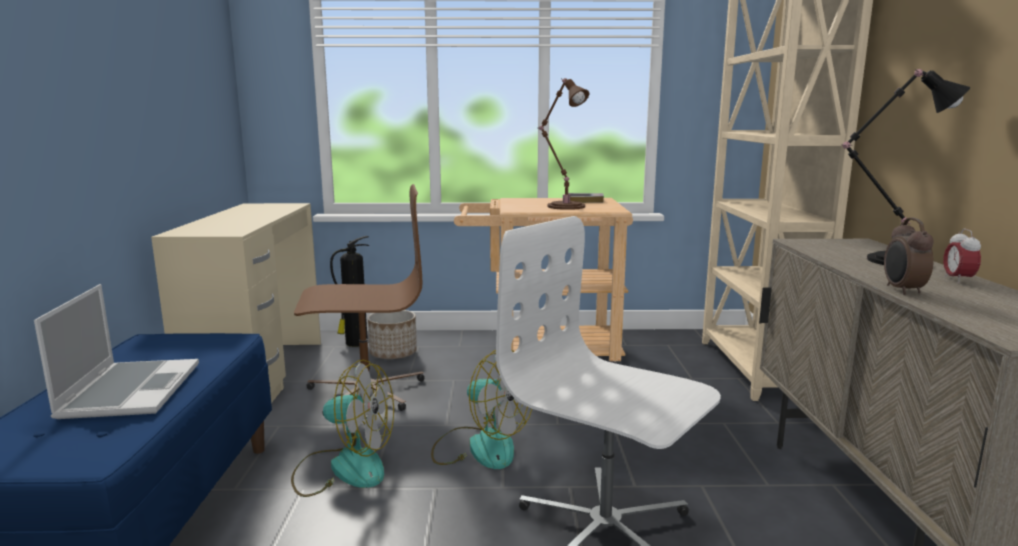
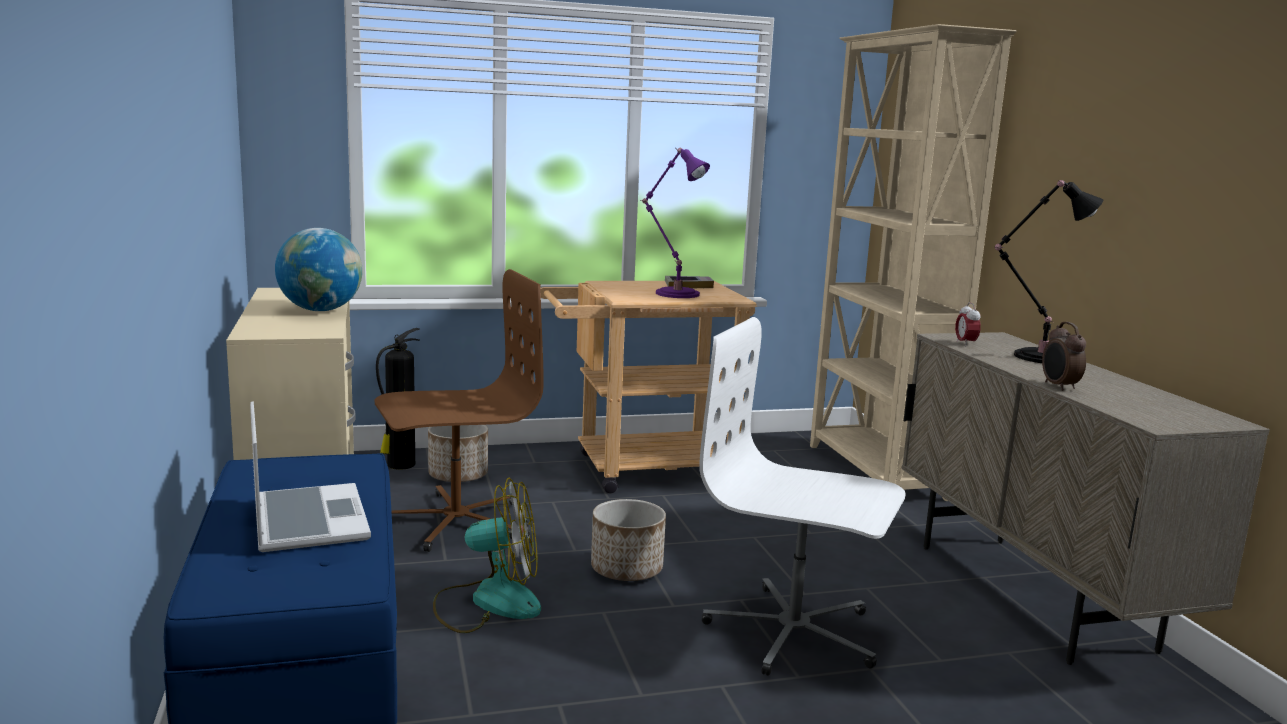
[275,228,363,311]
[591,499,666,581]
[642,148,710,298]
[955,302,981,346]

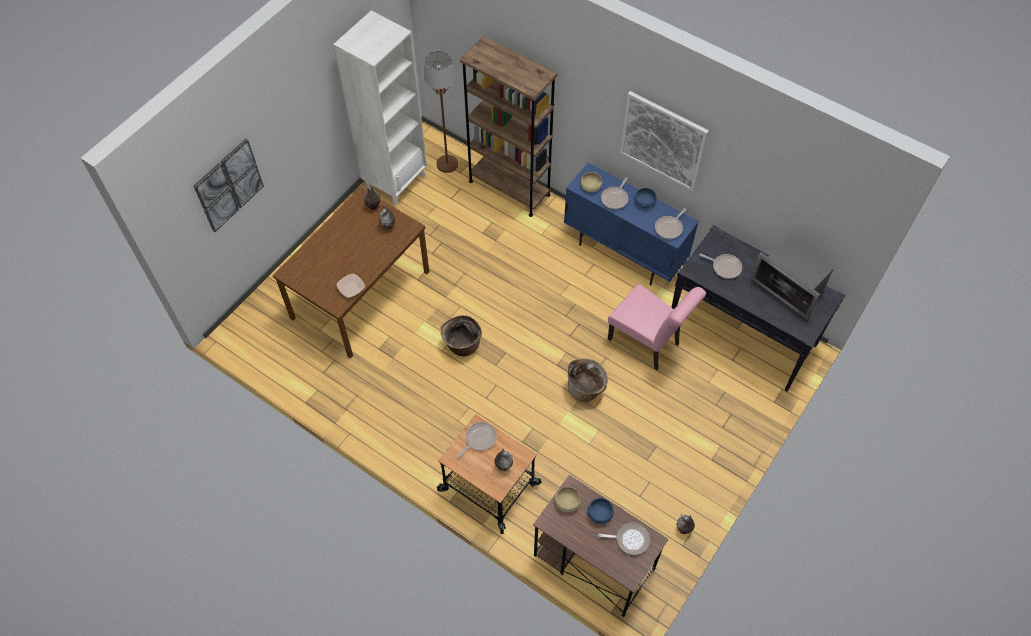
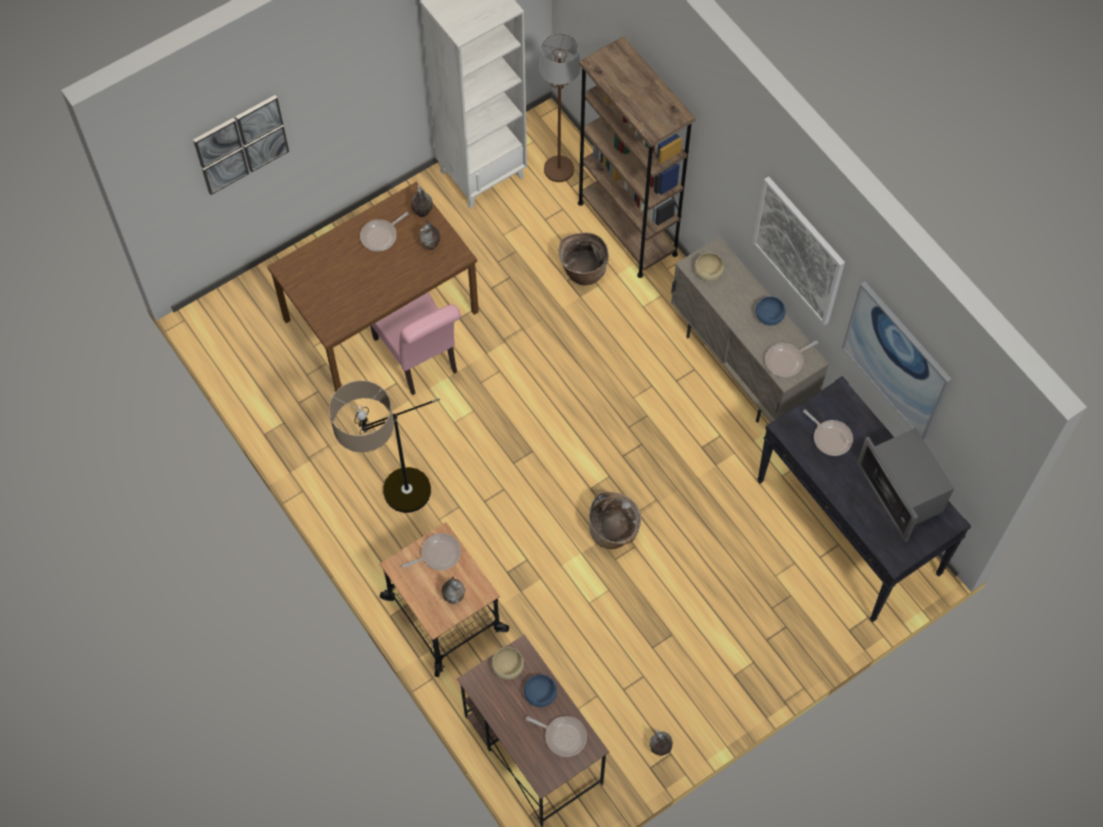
[329,380,440,513]
[360,212,408,252]
[370,292,461,395]
[558,233,609,286]
[671,237,829,423]
[842,281,952,440]
[336,274,365,298] (first image)

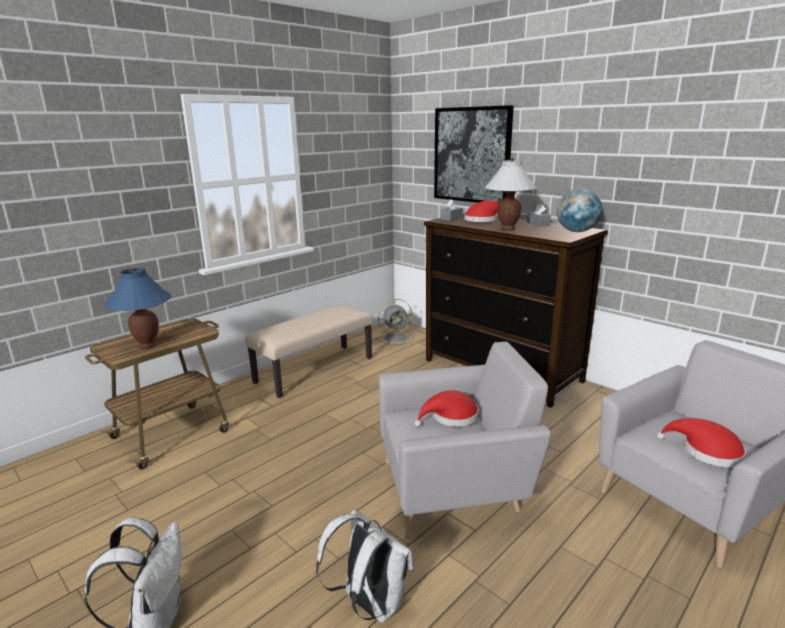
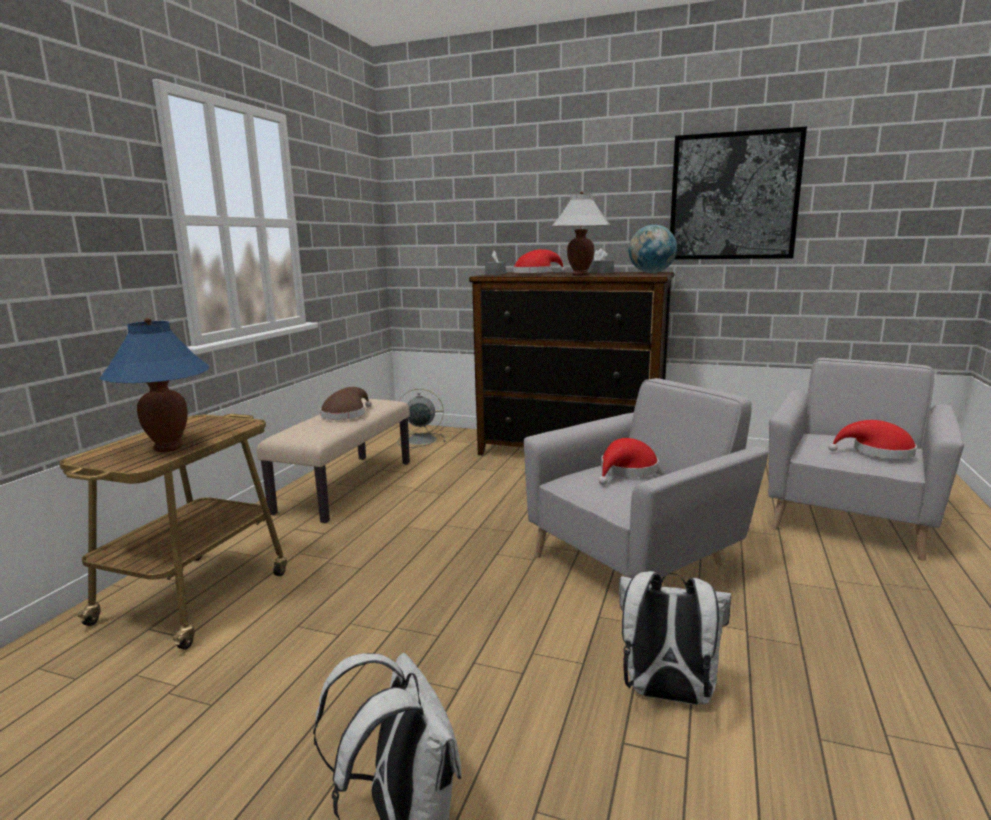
[320,387,372,420]
[398,388,445,448]
[670,126,807,259]

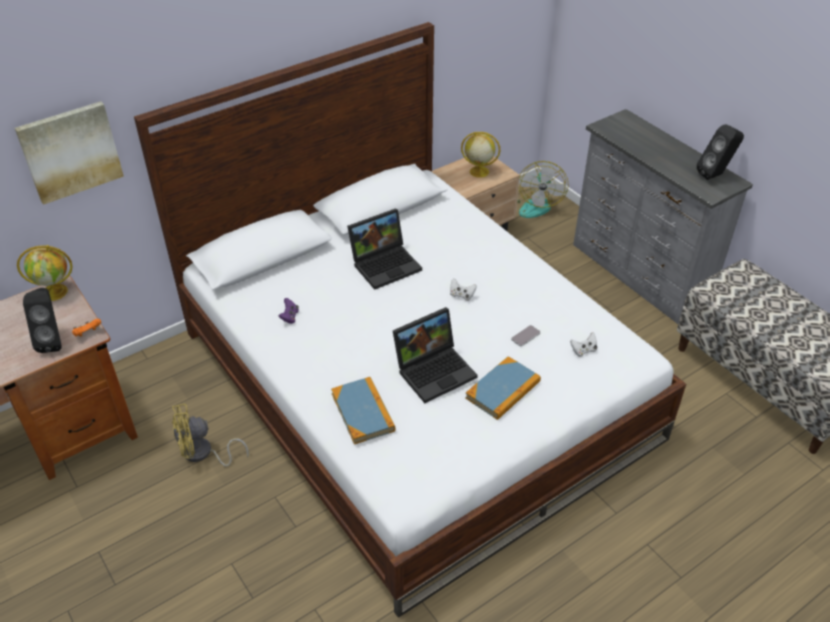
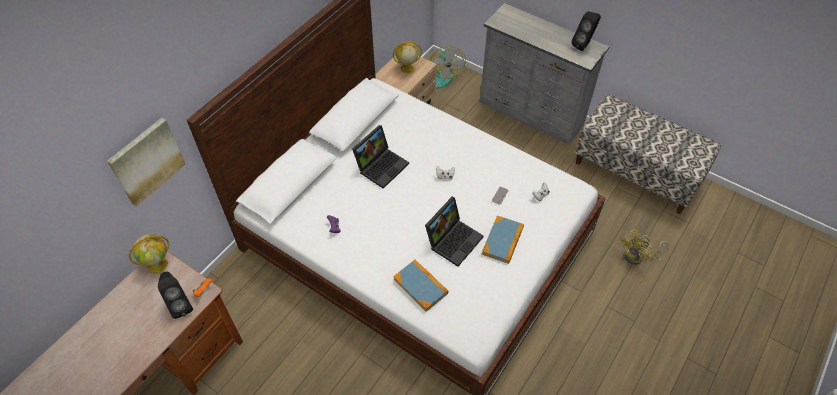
[618,229,668,265]

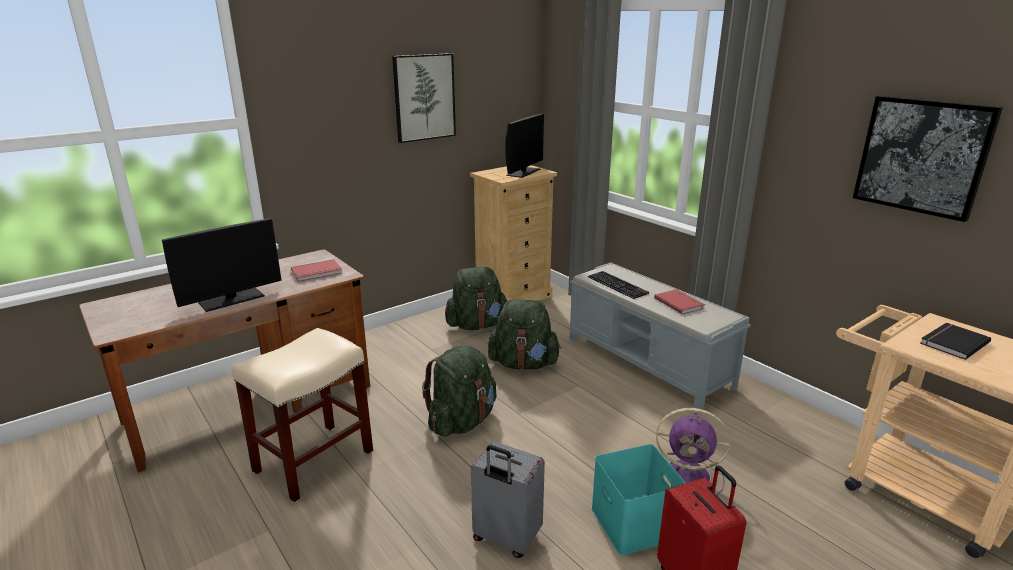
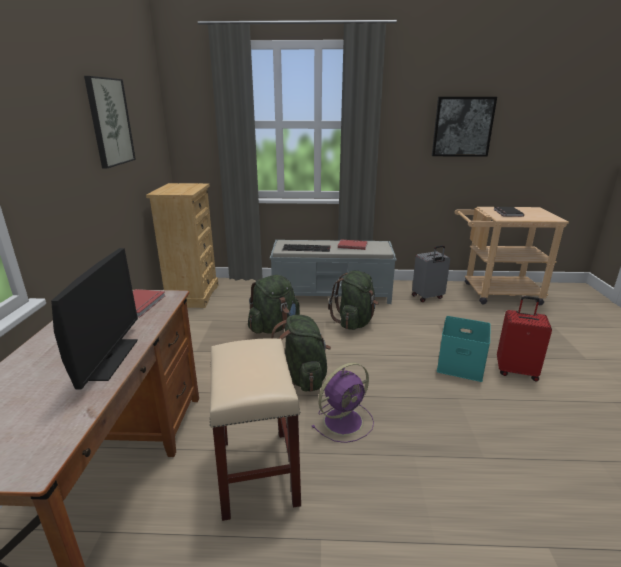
[311,363,374,443]
[328,271,379,330]
[412,245,450,302]
[506,114,544,178] (first image)

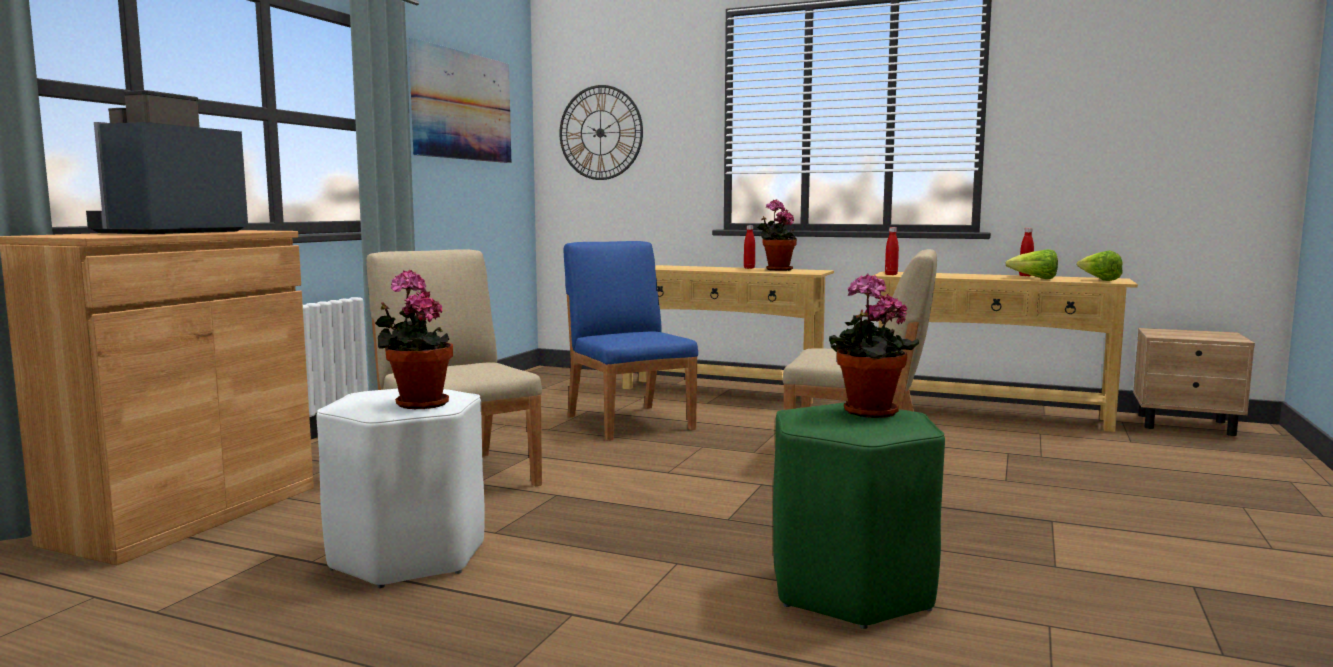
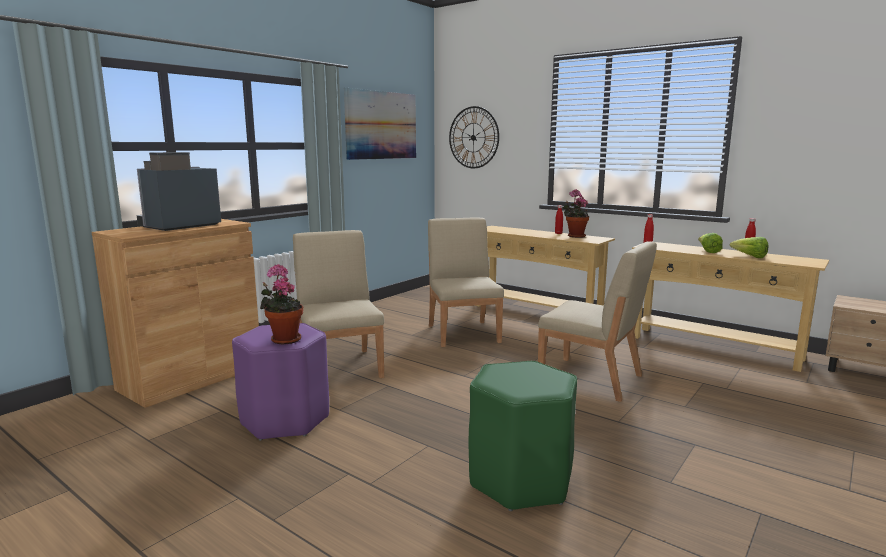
[232,323,329,441]
[428,217,504,347]
[698,233,723,253]
[829,273,919,418] (first image)

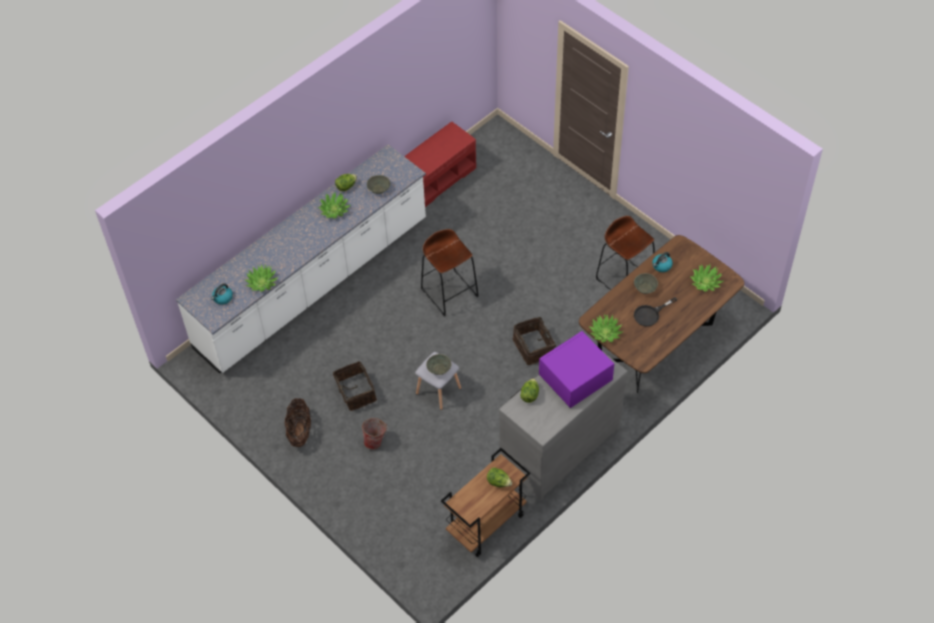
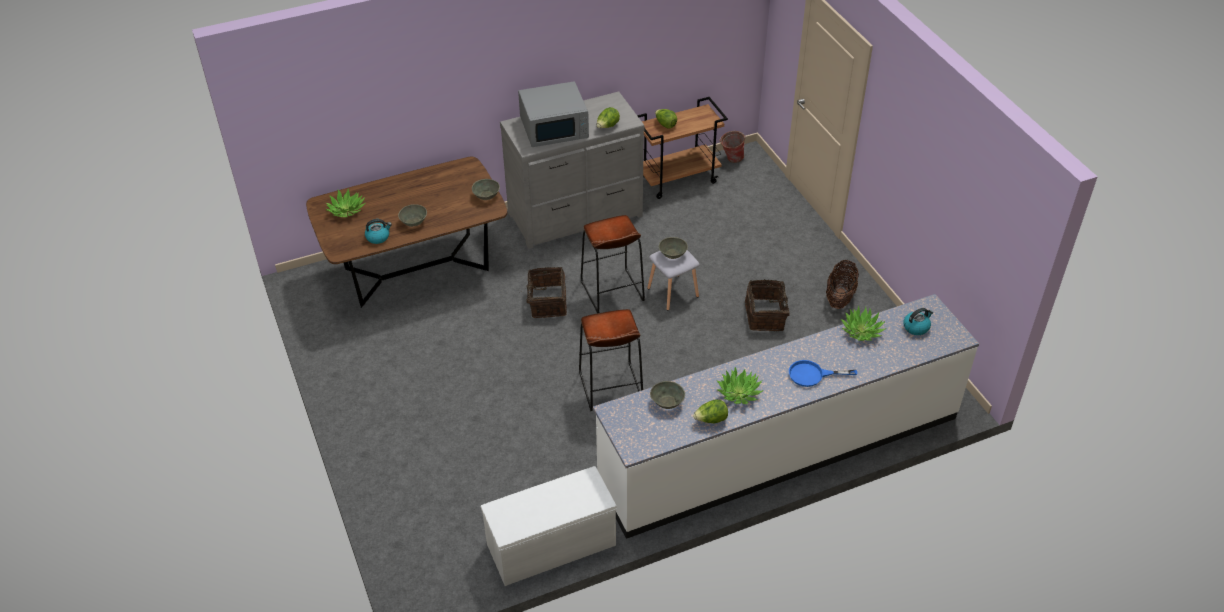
[472,179,500,200]
[481,466,617,586]
[518,81,589,147]
[581,215,645,313]
[719,131,746,163]
[789,360,857,387]
[634,297,677,327] (first image)

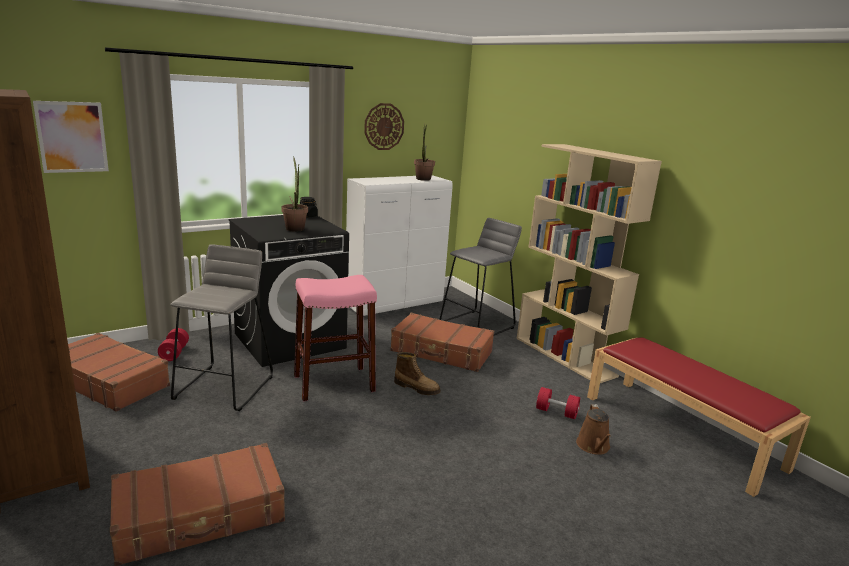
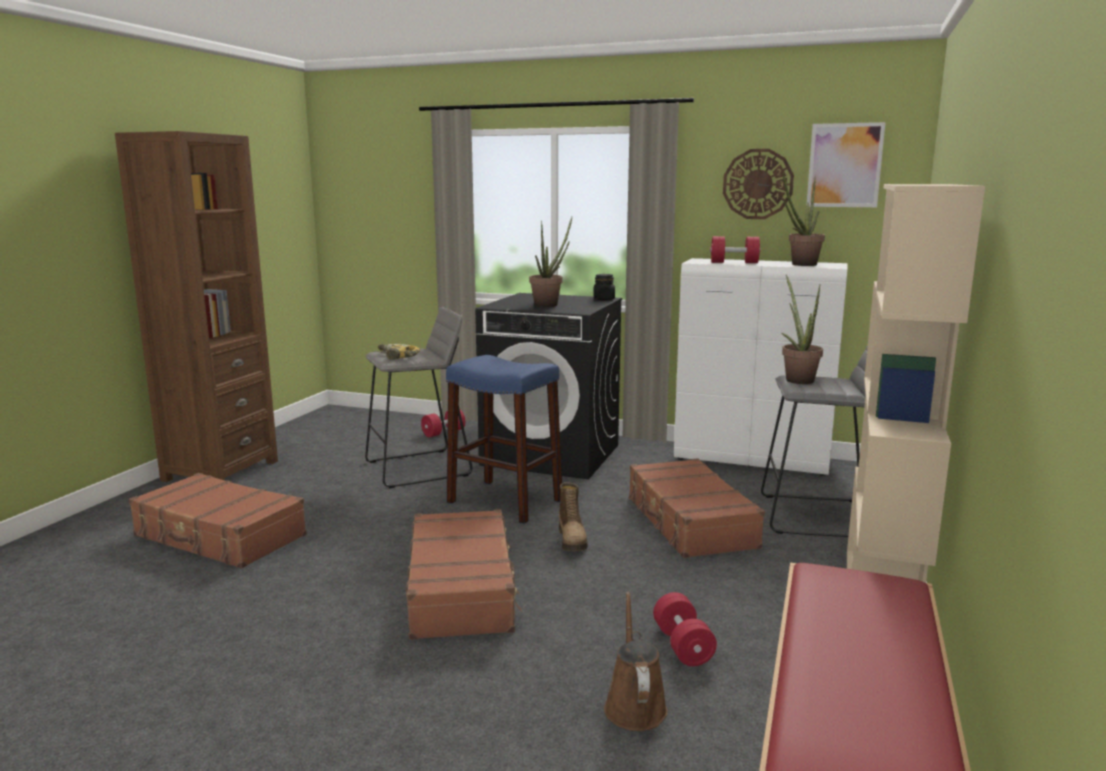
[373,344,420,360]
[406,509,522,640]
[446,355,562,524]
[604,592,668,731]
[710,236,761,263]
[781,275,823,384]
[806,122,886,207]

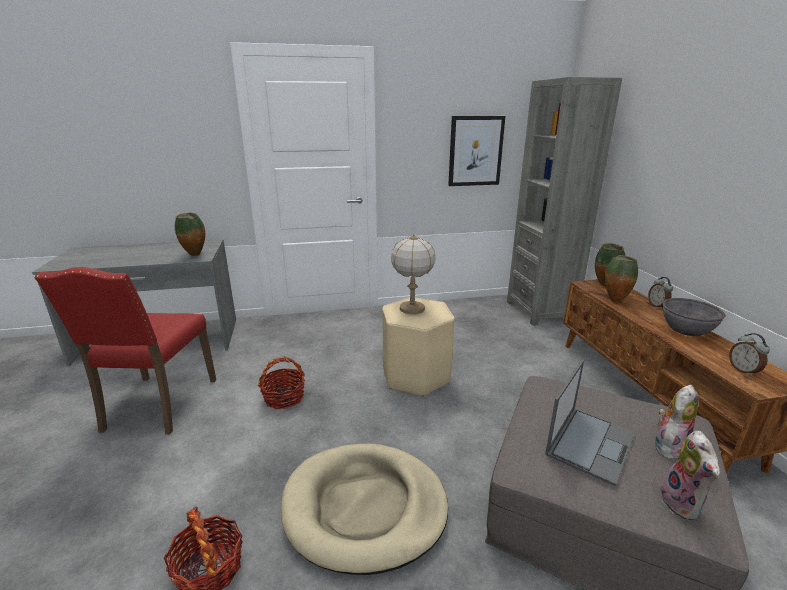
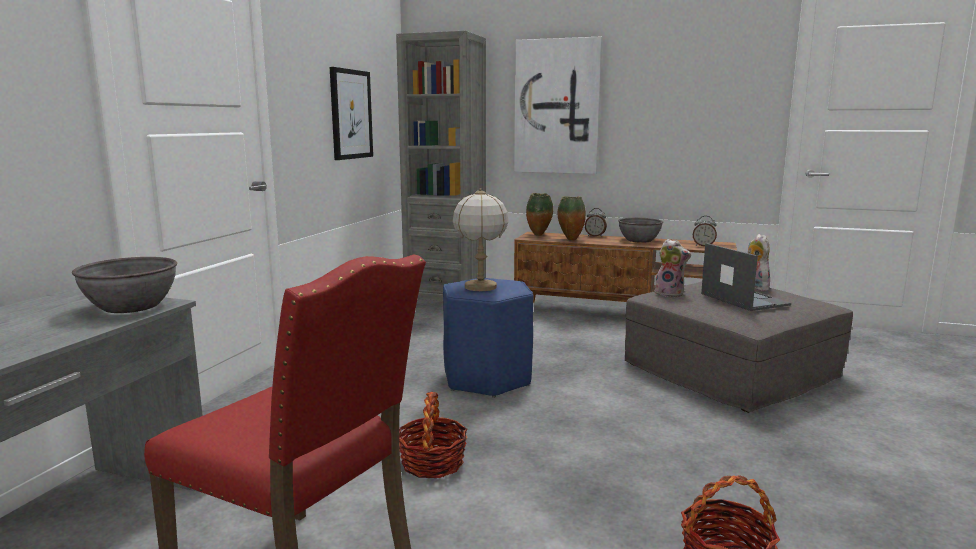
[72,257,177,313]
[443,278,533,398]
[514,36,602,174]
[654,239,691,297]
[281,444,448,575] (first image)

